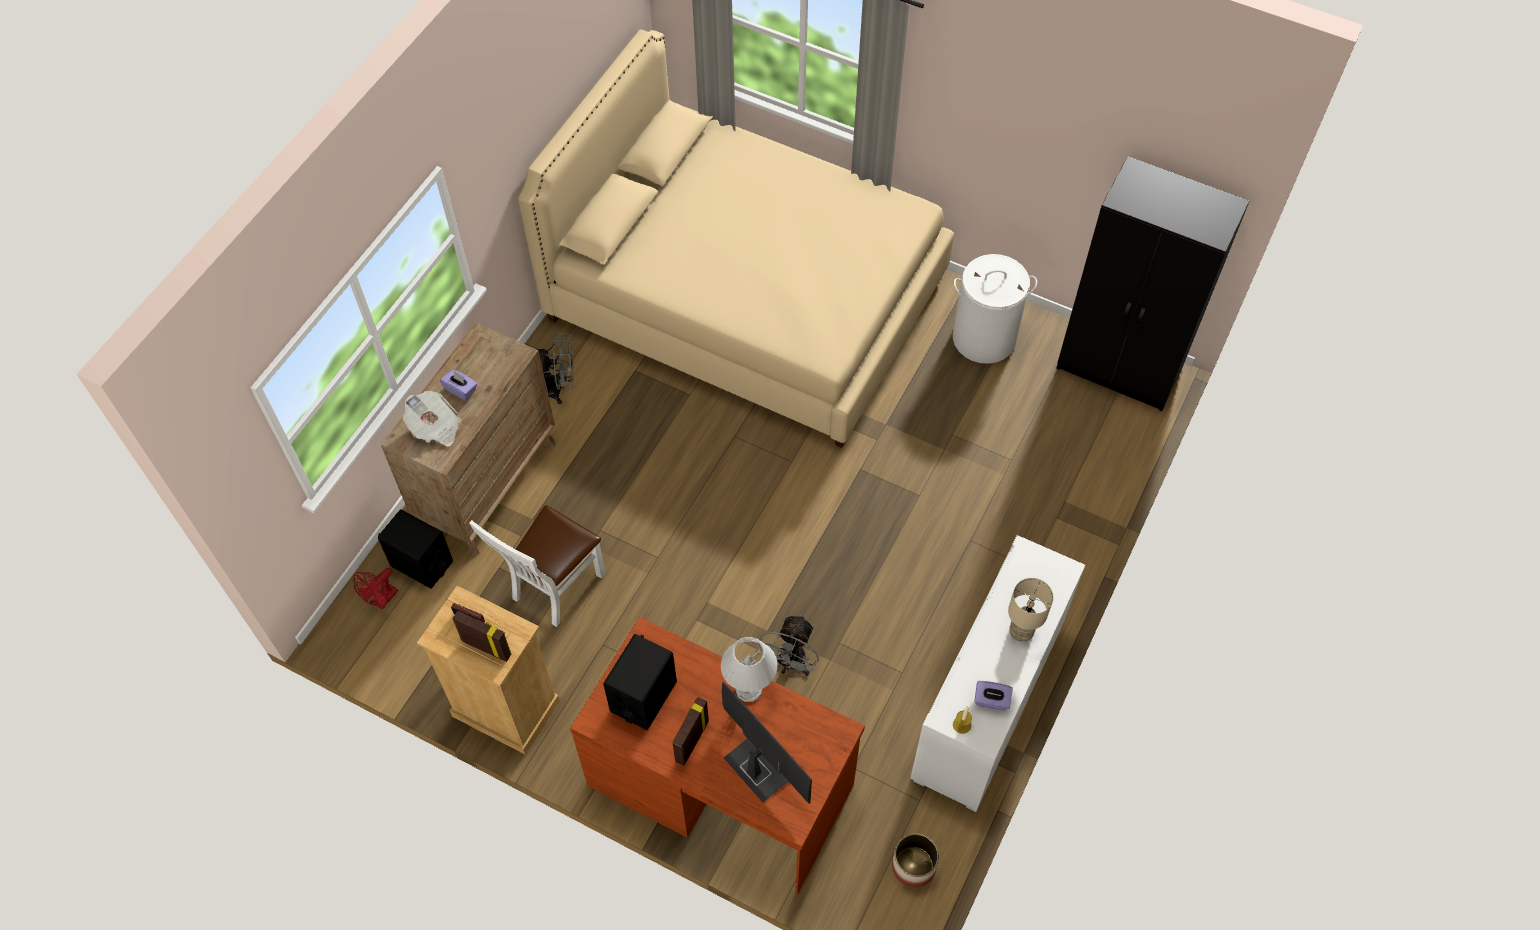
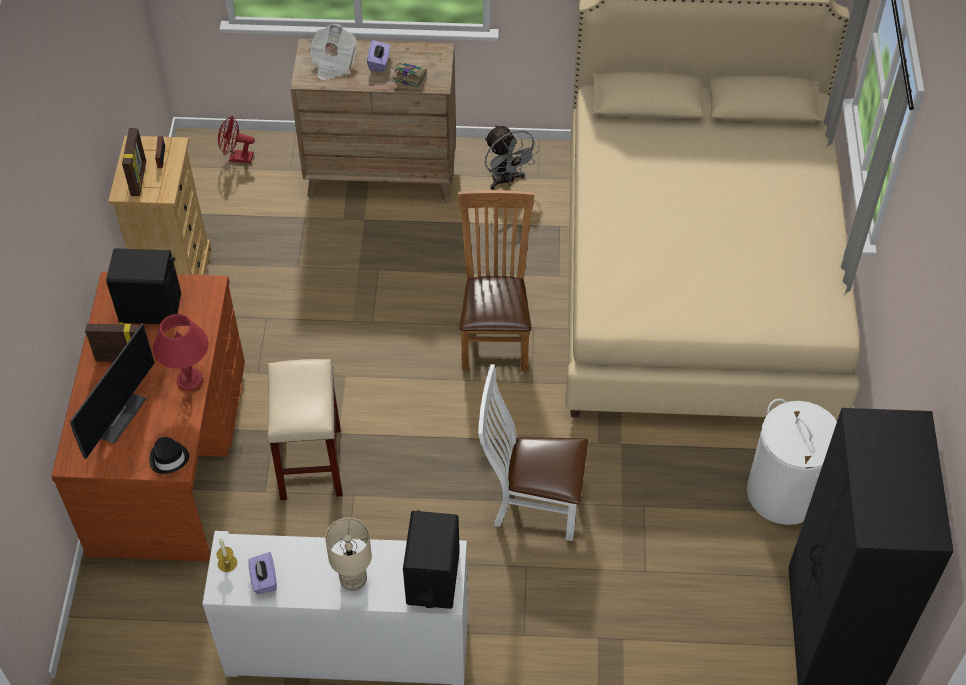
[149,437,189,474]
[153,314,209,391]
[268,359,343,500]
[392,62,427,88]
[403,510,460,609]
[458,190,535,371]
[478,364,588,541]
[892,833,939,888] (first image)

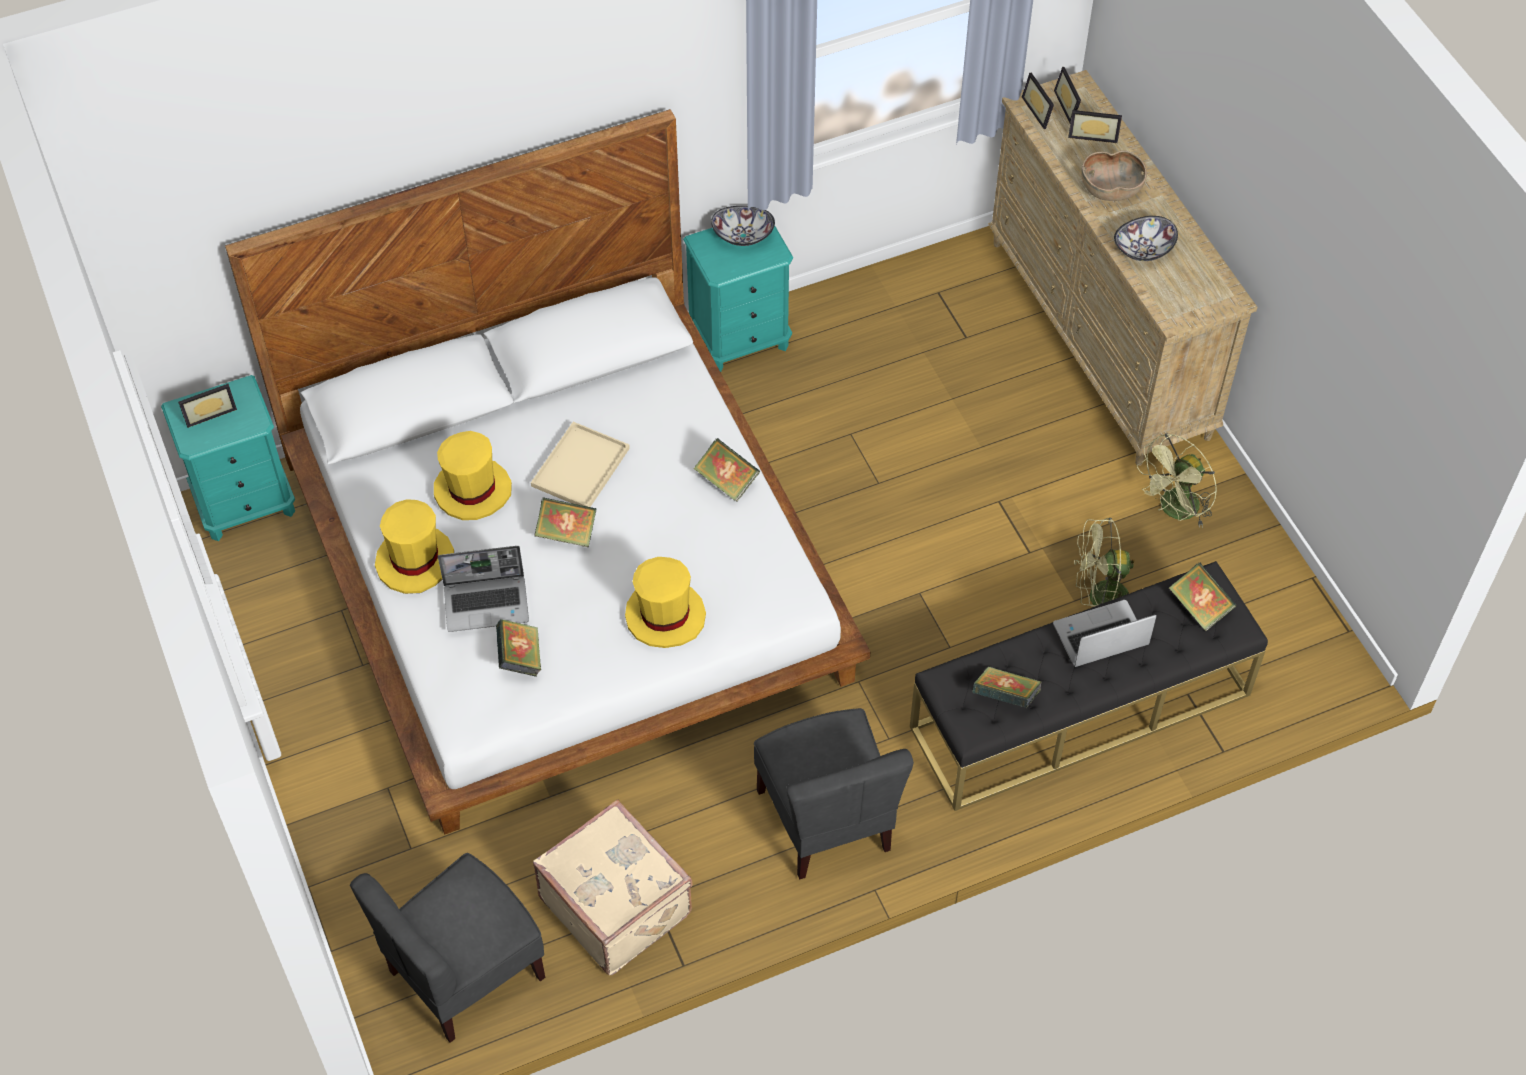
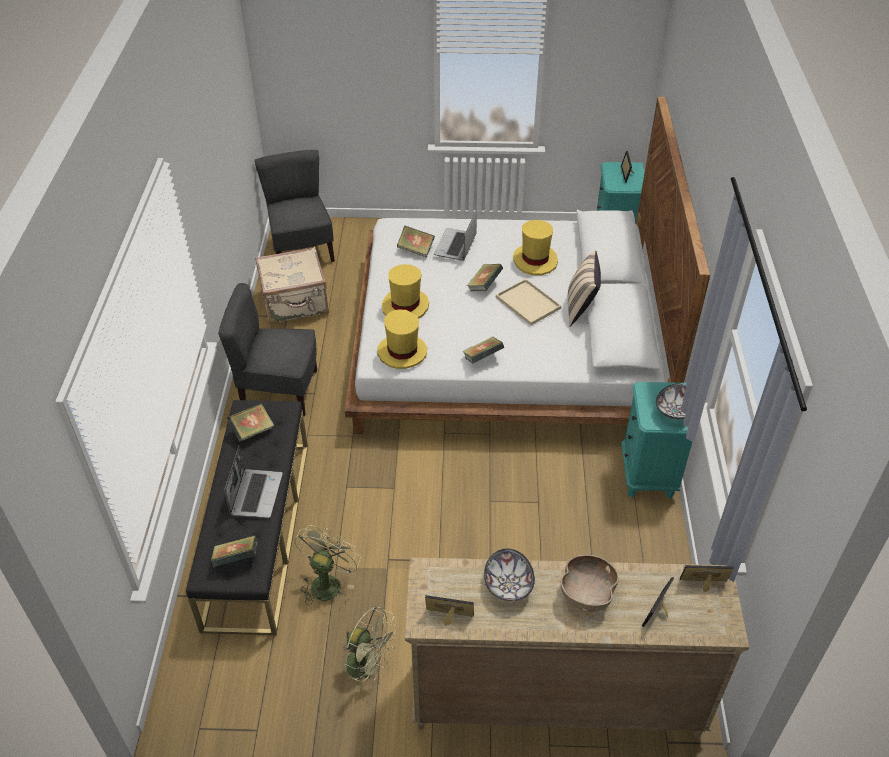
[344,606,398,692]
[377,310,427,369]
[425,595,474,626]
[568,250,601,327]

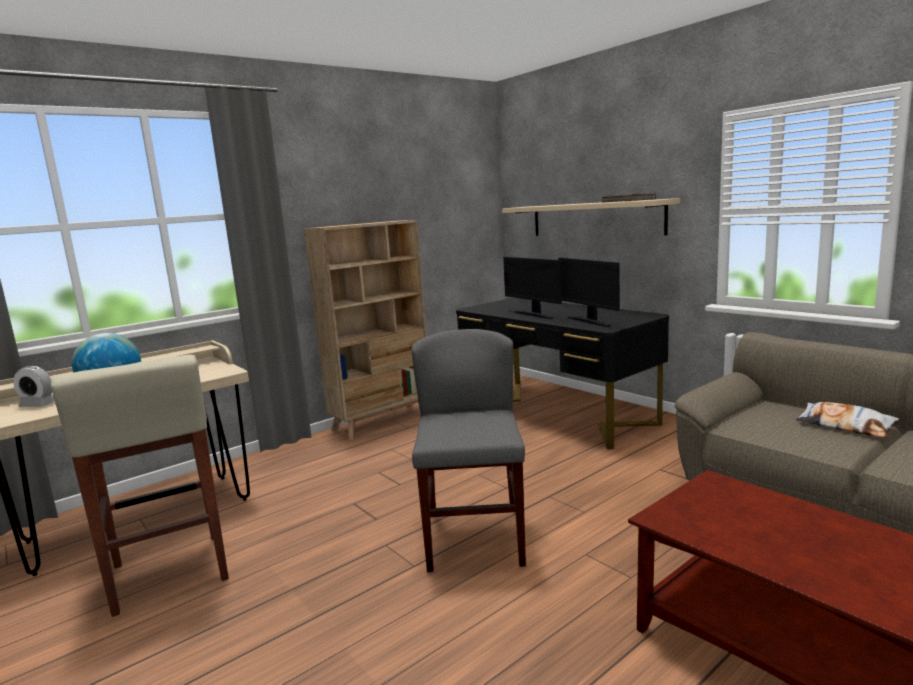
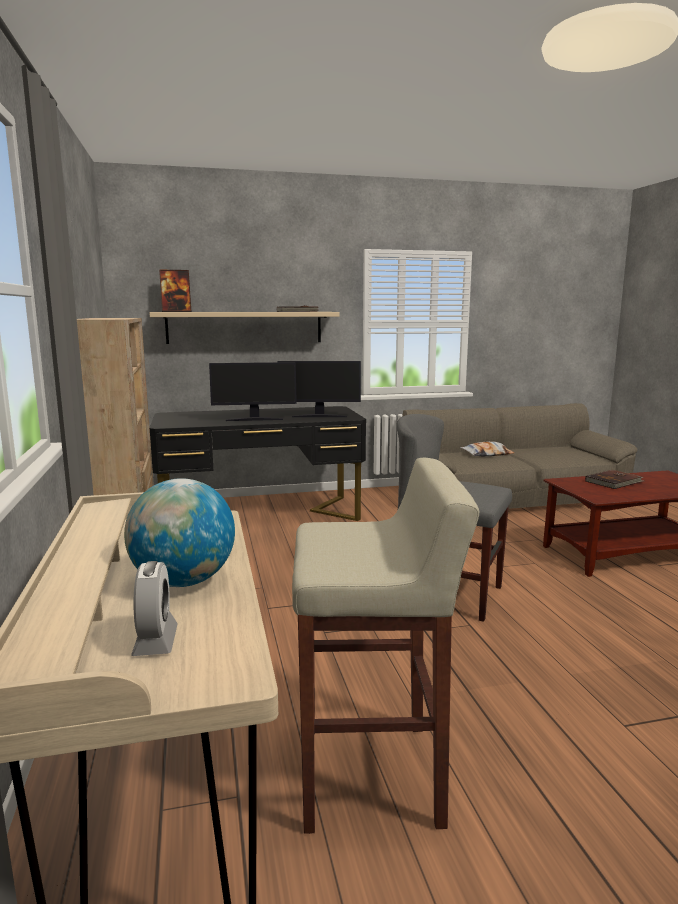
[131,561,178,656]
[159,269,191,312]
[585,470,644,489]

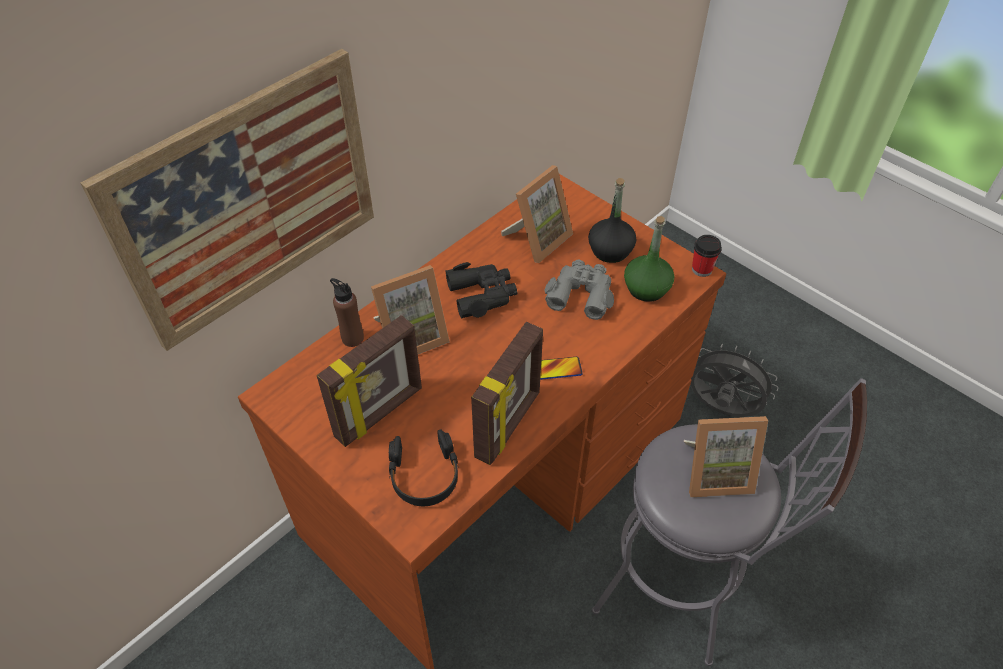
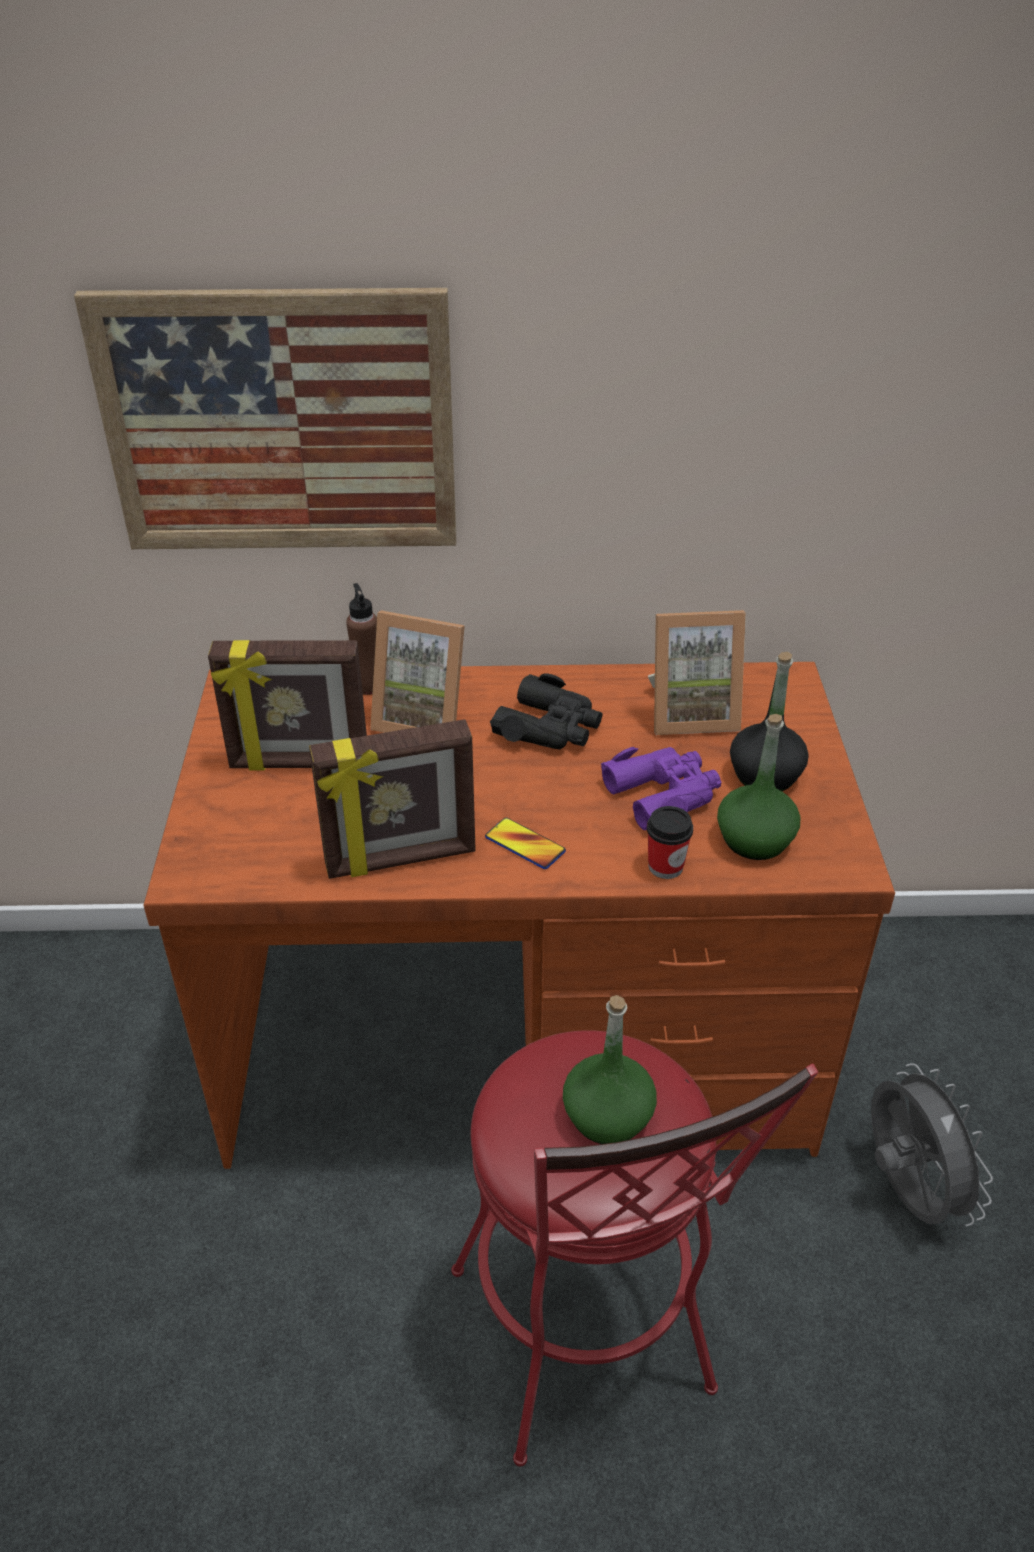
[451,1030,818,1467]
[563,995,657,1144]
[601,747,721,830]
[647,806,693,879]
[389,429,458,506] (first image)

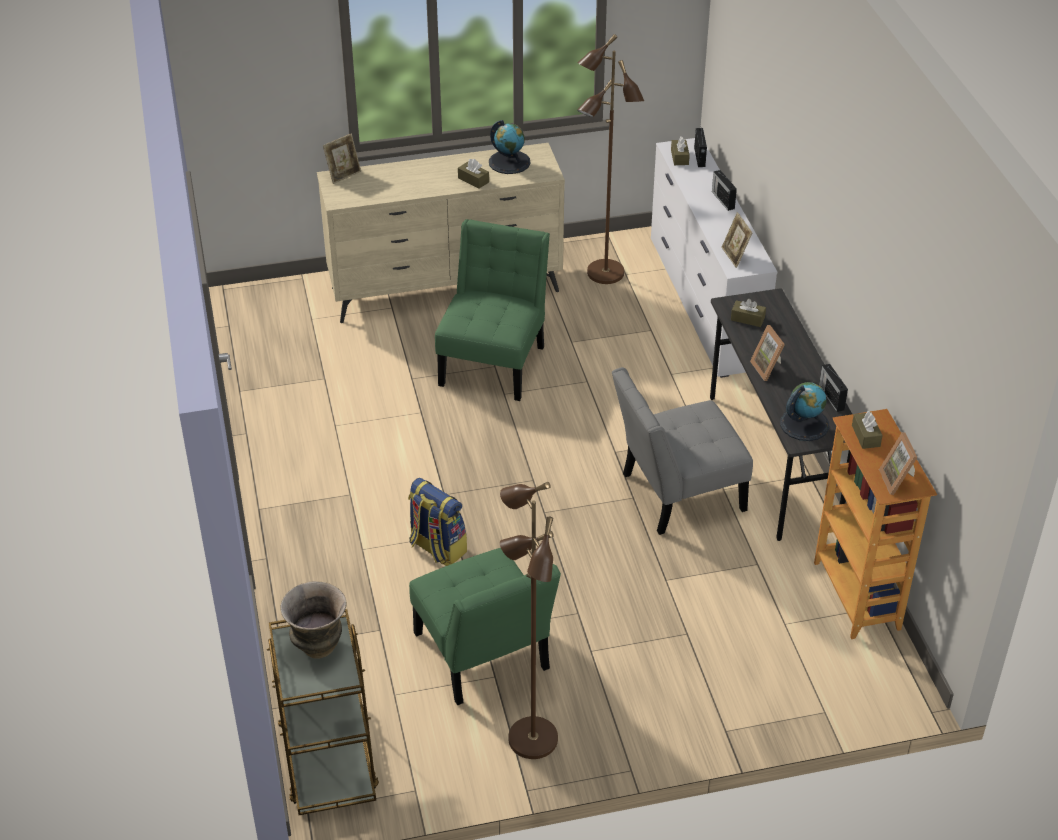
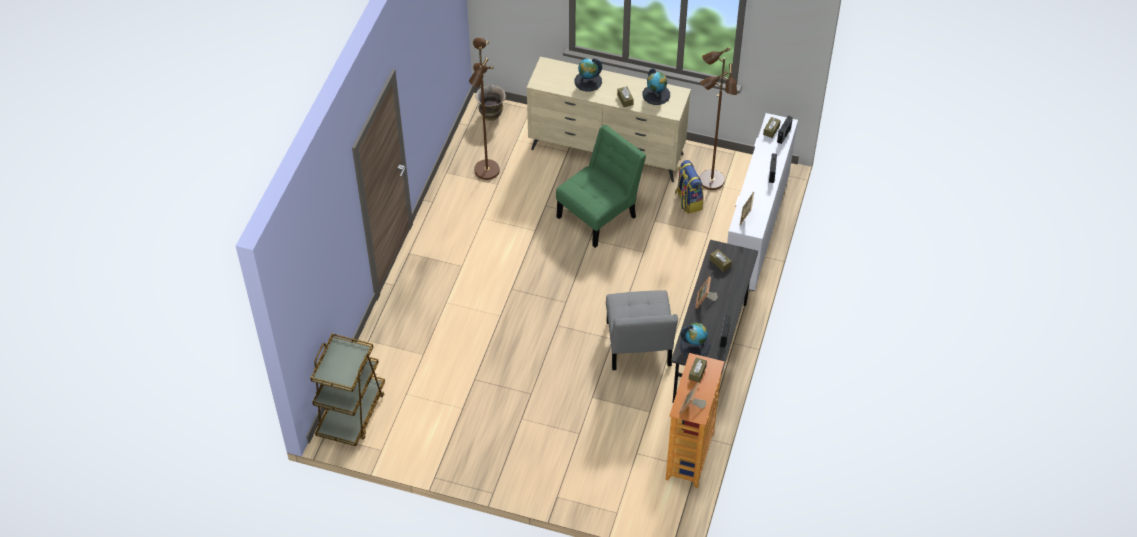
[469,38,500,180]
[476,85,506,121]
[574,58,602,92]
[606,290,678,370]
[675,160,704,214]
[323,134,361,184] (first image)
[409,548,561,705] (first image)

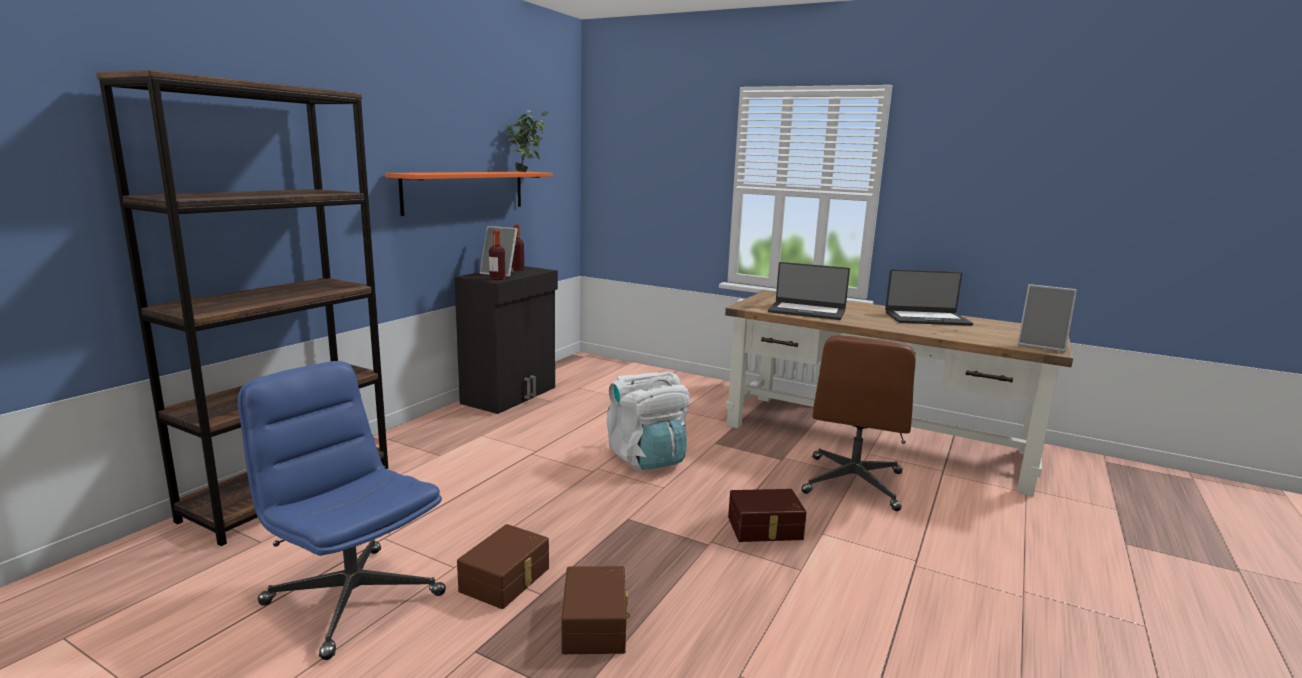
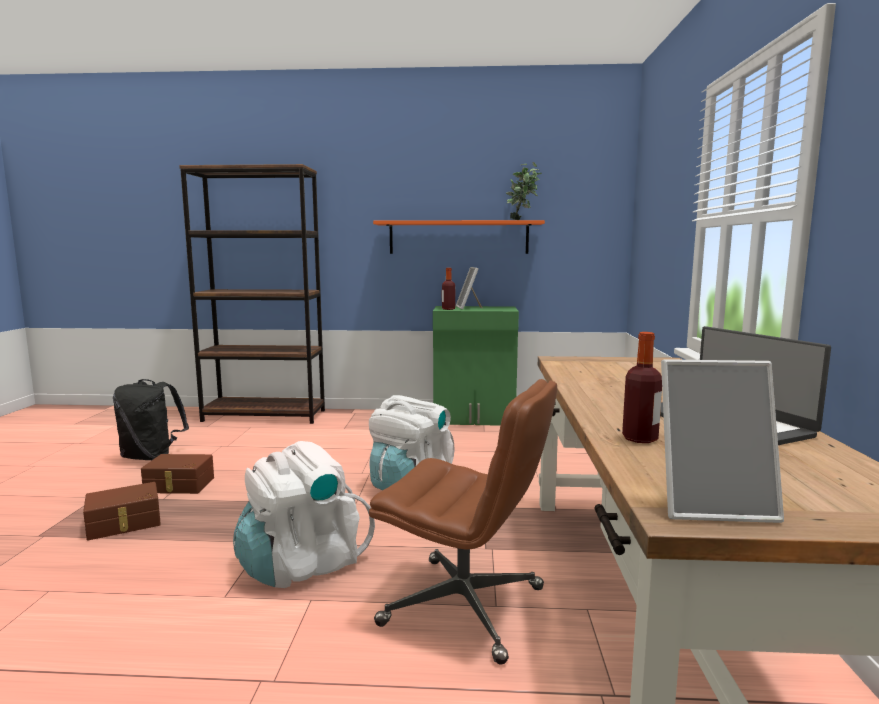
[113,379,189,460]
[233,441,375,588]
[369,379,557,665]
[433,306,519,426]
[622,332,662,443]
[661,359,784,523]
[768,262,850,320] (first image)

